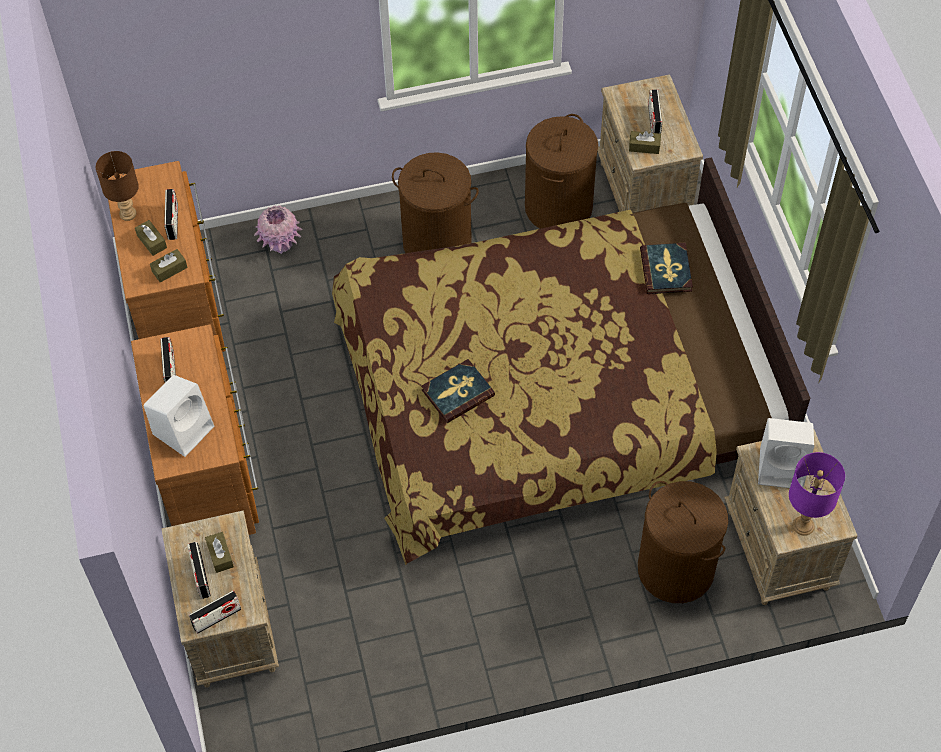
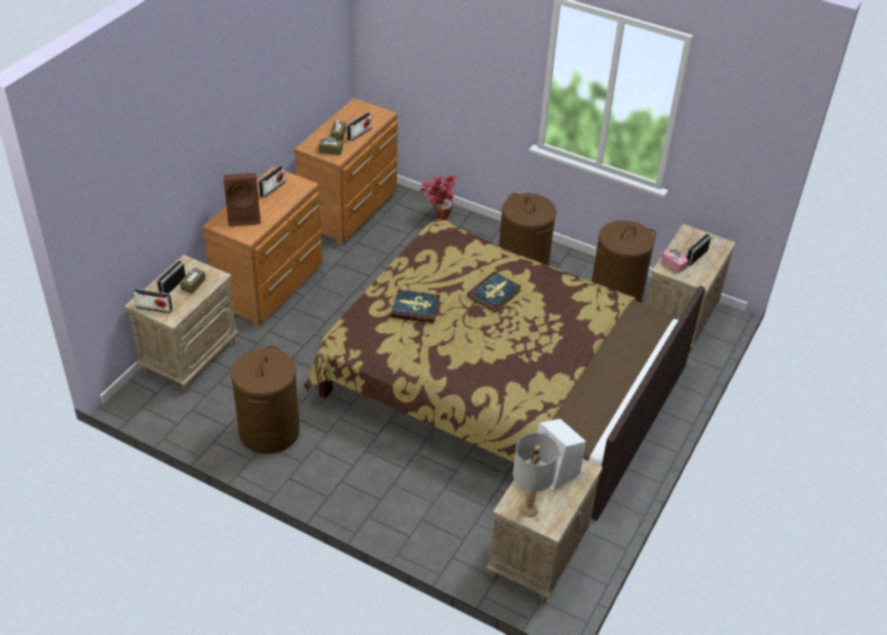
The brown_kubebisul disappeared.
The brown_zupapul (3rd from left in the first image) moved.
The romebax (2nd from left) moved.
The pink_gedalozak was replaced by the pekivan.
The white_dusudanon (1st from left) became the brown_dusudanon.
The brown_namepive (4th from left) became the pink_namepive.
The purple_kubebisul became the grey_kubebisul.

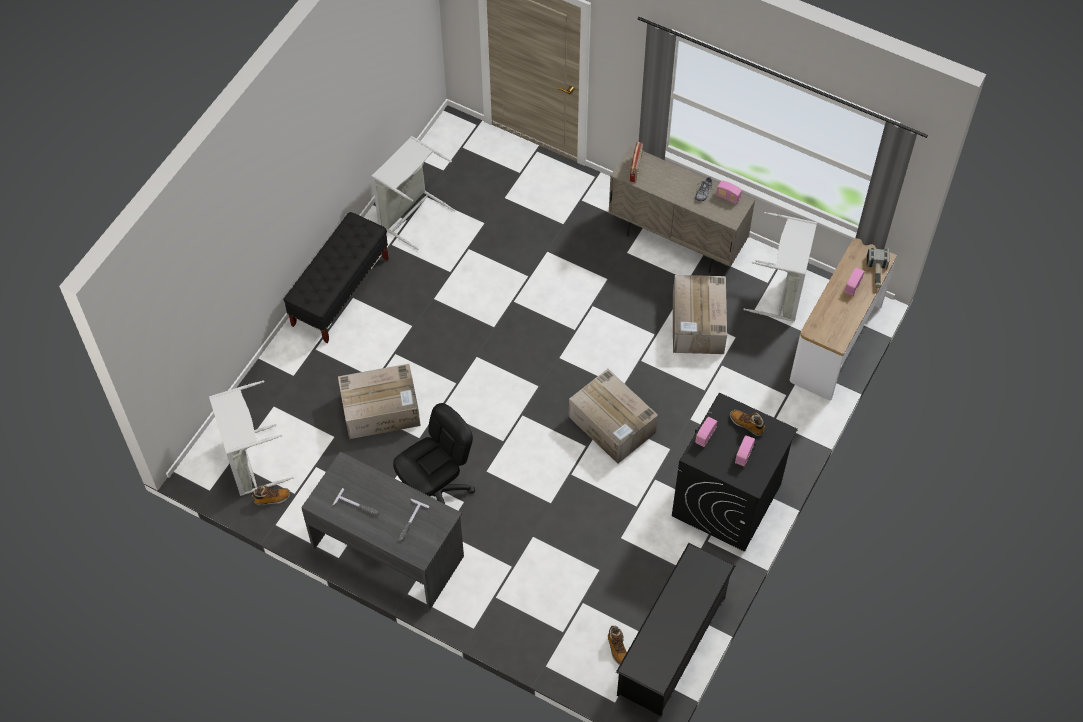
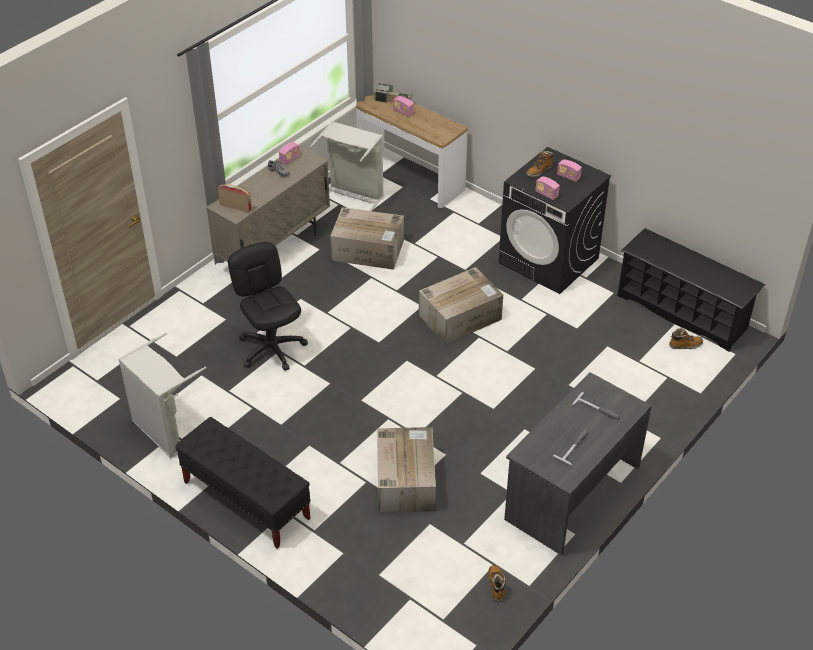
The grey_zupapul (1st from left) disappeared.
The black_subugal moved.

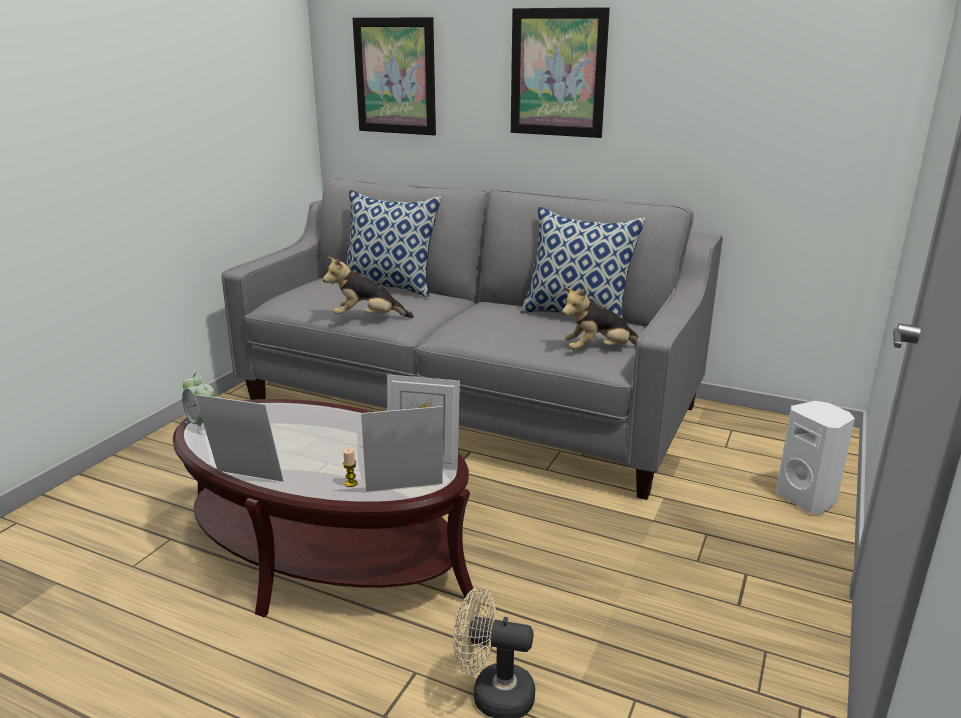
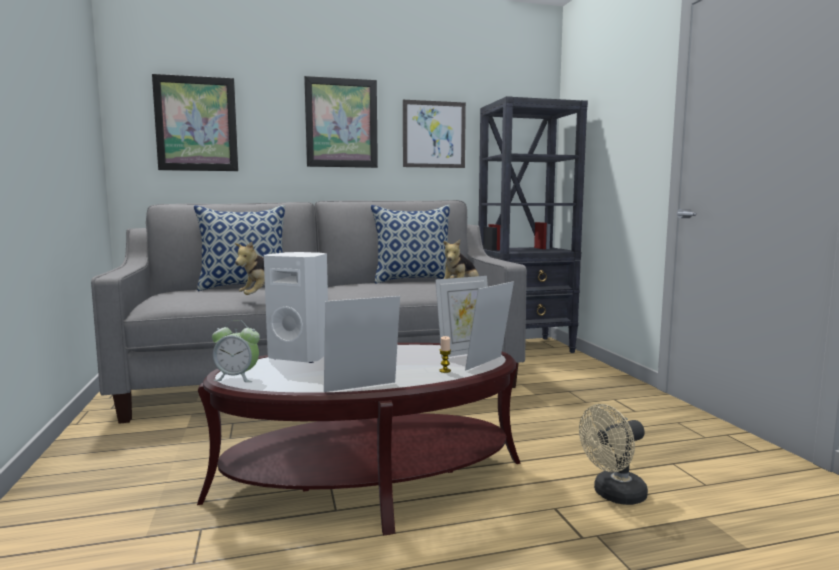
The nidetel (3rd from left) appeared.
The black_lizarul appeared.
The white_dusudanon moved.

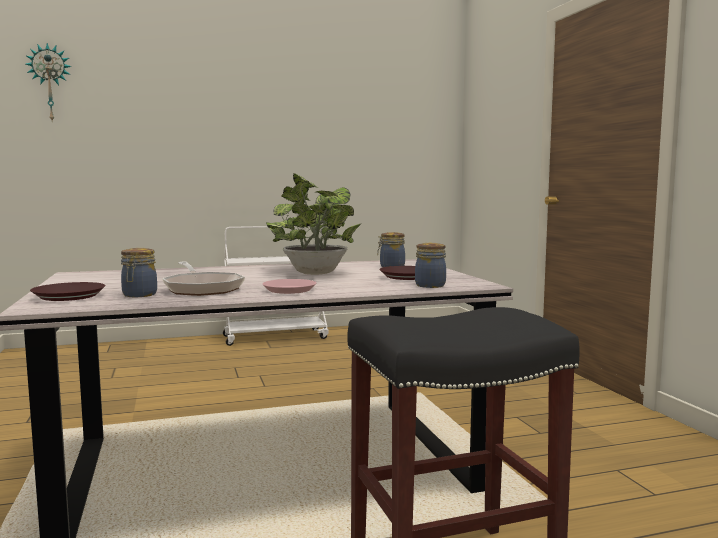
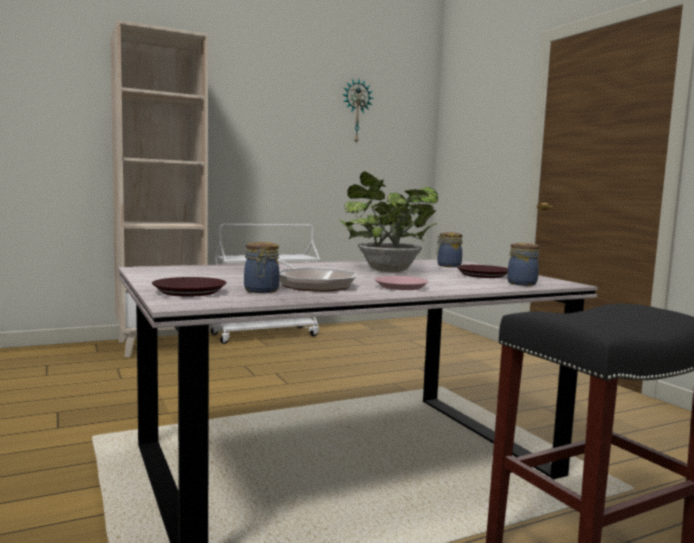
The beige_lizarul appeared.
The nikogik moved.

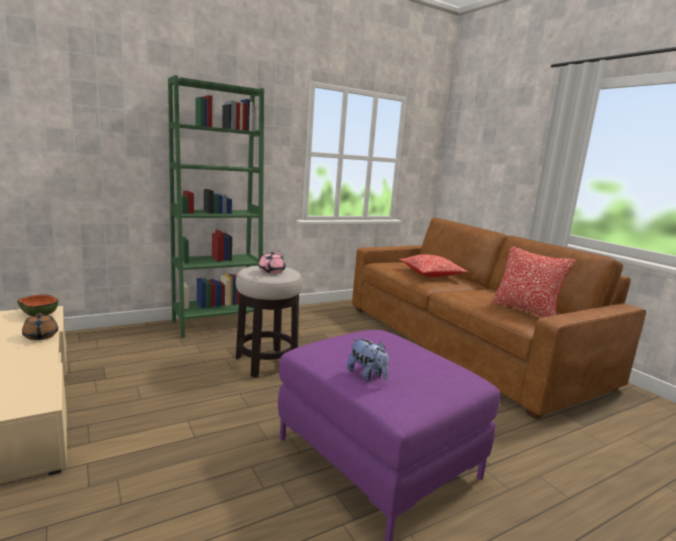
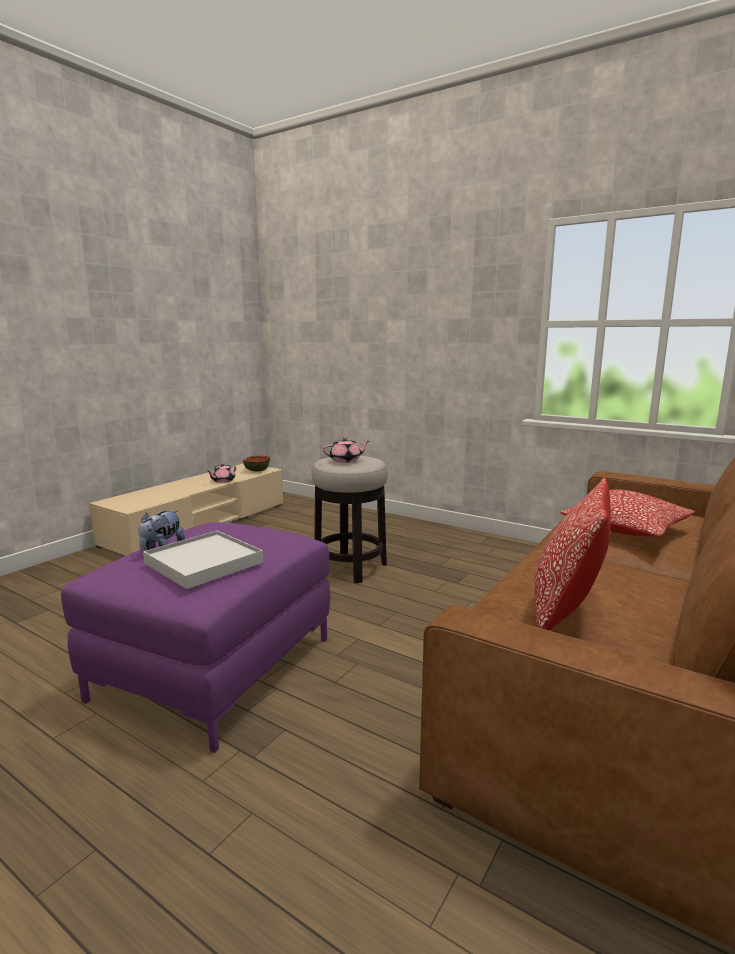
The green_lizarul disappeared.
The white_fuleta appeared.
The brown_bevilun became the pink_bevilun (1st from left).

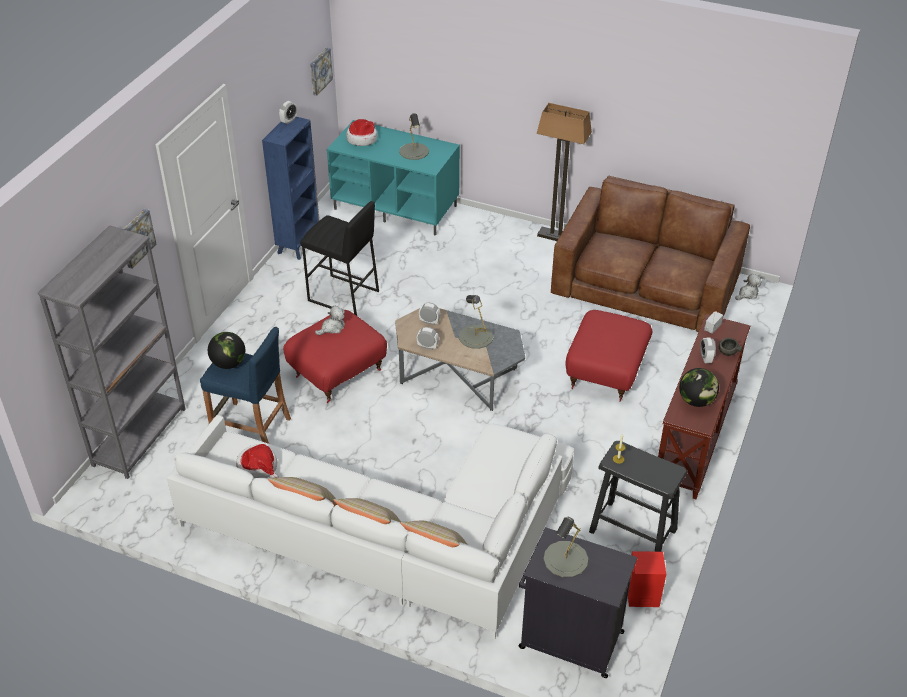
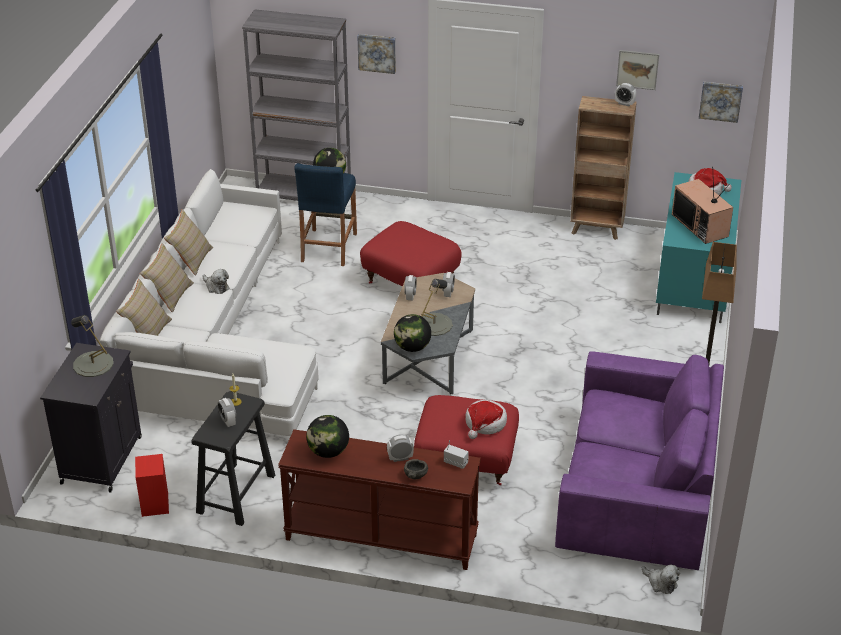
The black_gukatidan (1st from left) disappeared.
The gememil (1st from left) appeared.
The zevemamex (3rd from left) appeared.
The nidetel (2nd from left) appeared.
The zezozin (1st from left) moved.
The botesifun (1st from left) moved.
The grey_kubebisul (1st from left) was replaced by the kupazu.
The blue_lizarul became the brown_lizarul.
The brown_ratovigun became the purple_ratovigun.

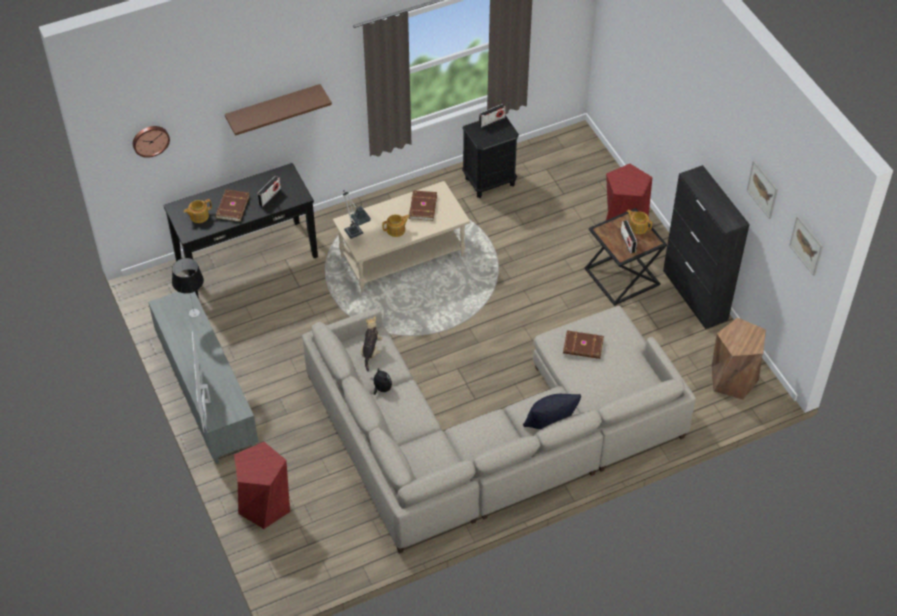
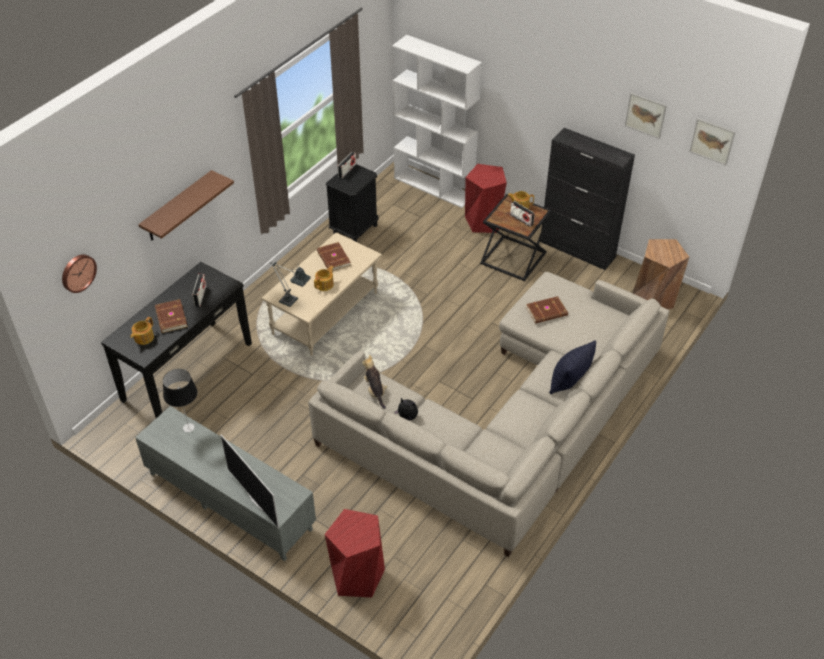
The white_lizarul appeared.

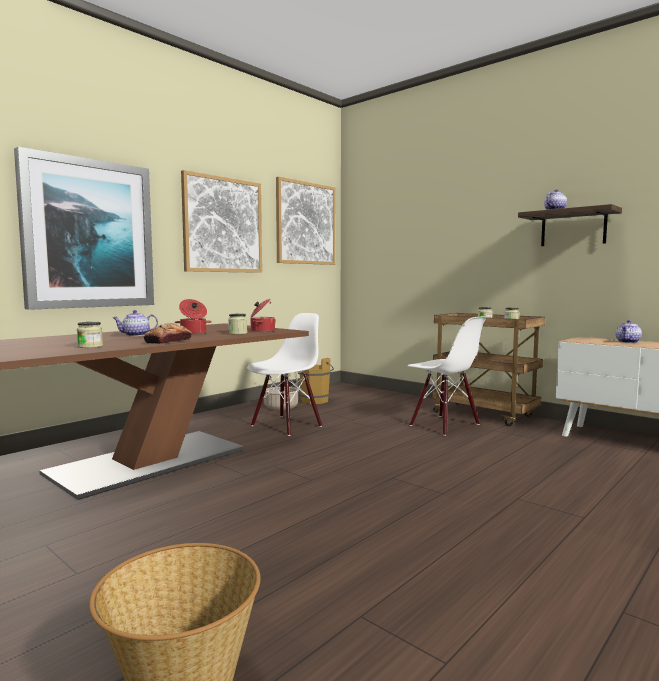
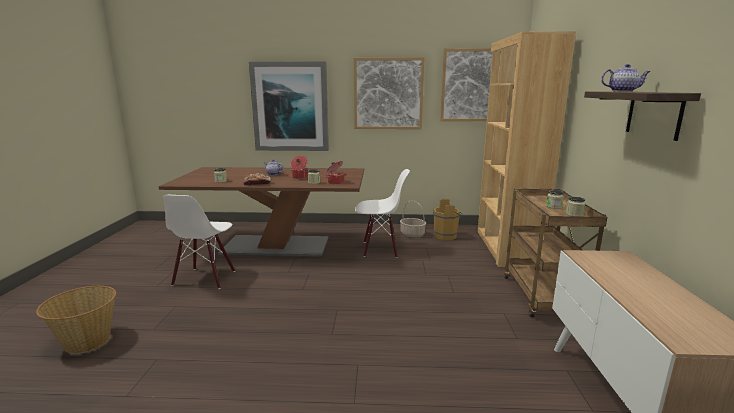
The bevilun (3rd from left) disappeared.
The brown_lizarul appeared.
The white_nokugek (2nd from left in the first image) moved.

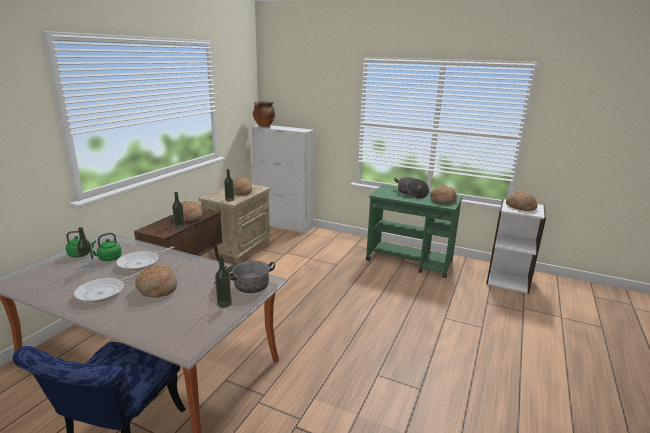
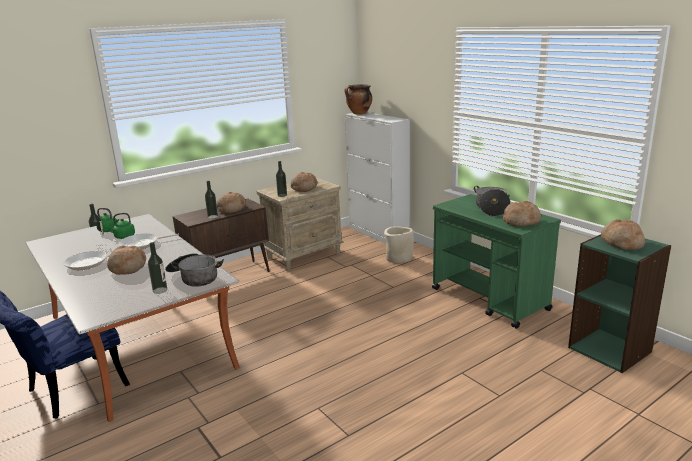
The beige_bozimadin appeared.
The white_lizarul became the green_lizarul.

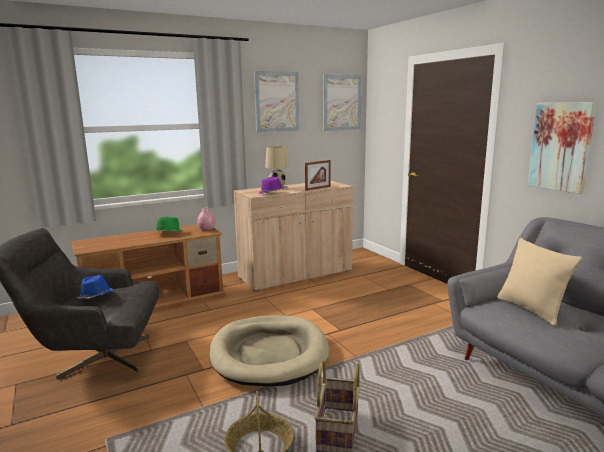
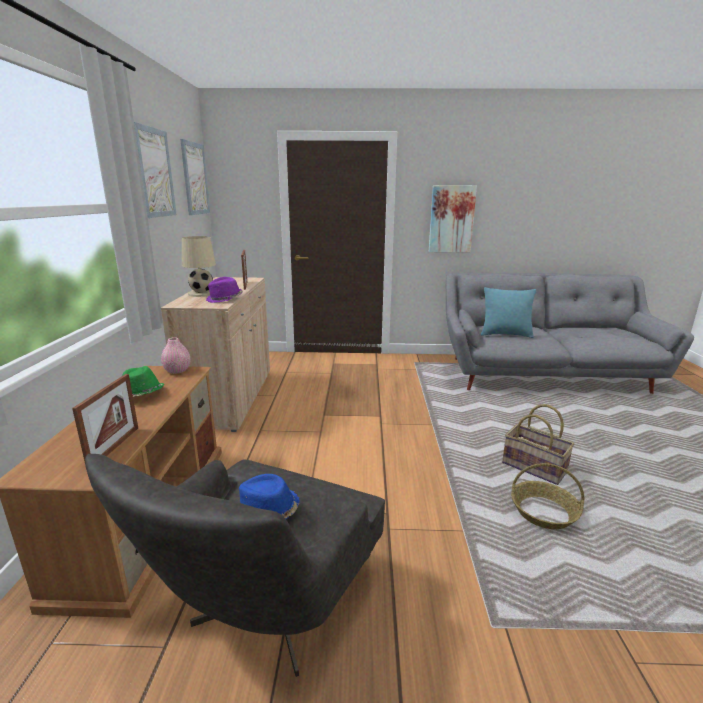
The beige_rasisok disappeared.
The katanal (1st from left) appeared.
The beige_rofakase became the turquoise_rofakase.

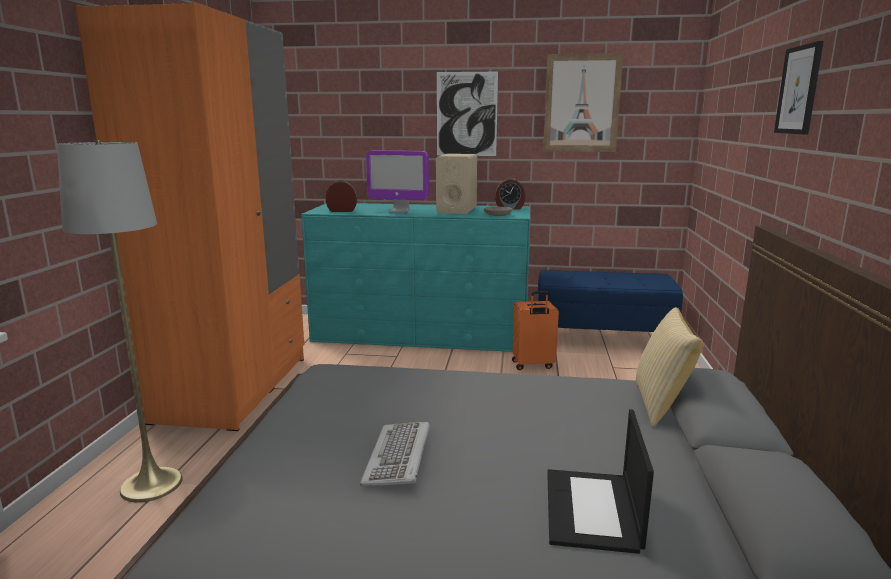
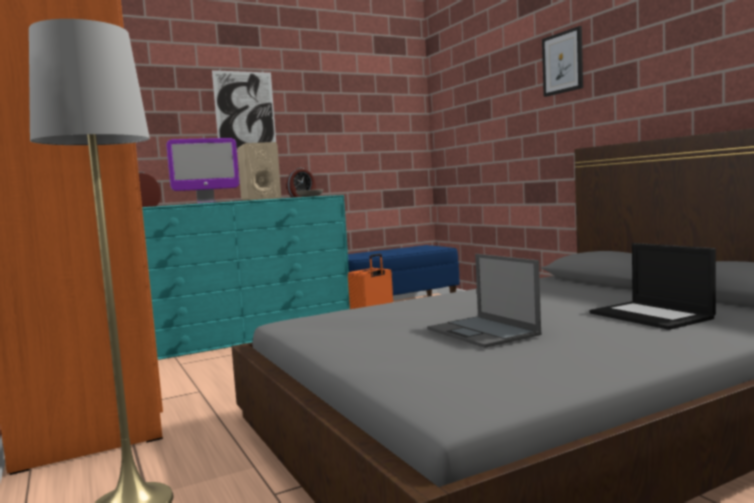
The nidetel (2nd from left) disappeared.
The rofakase disappeared.
The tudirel was replaced by the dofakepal (1st from left).

